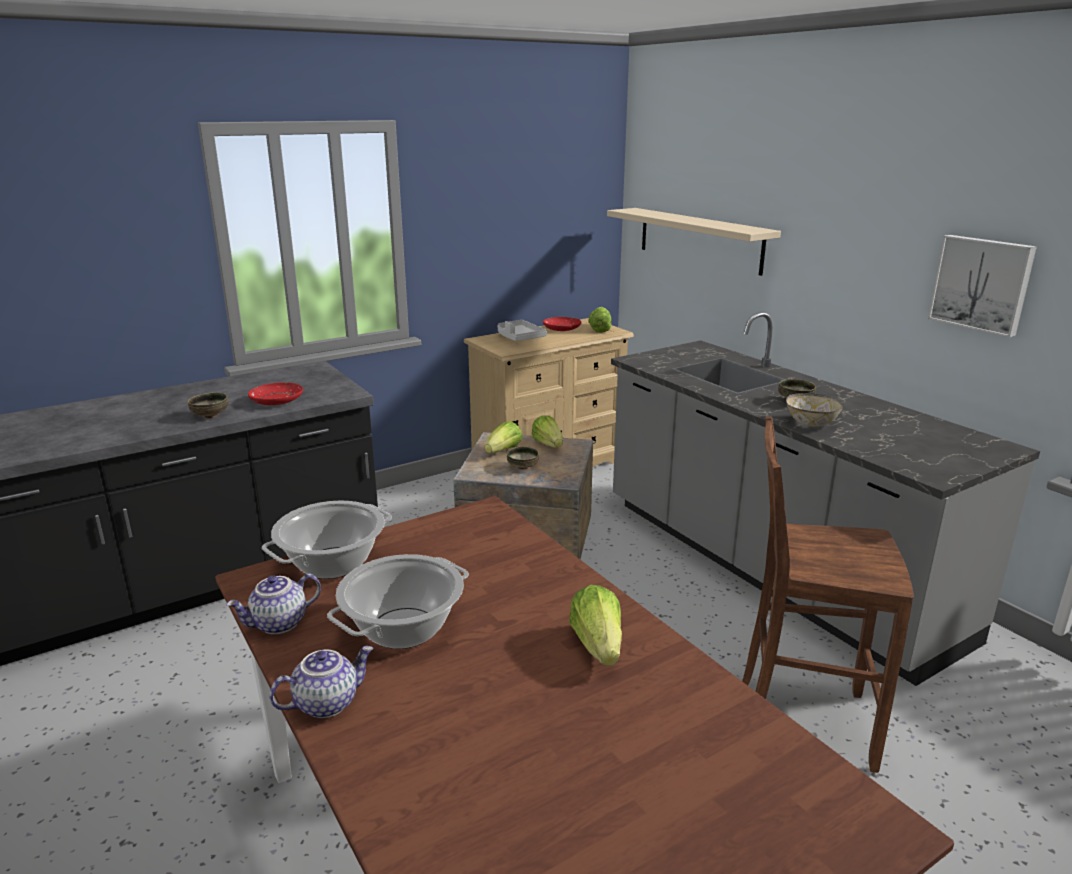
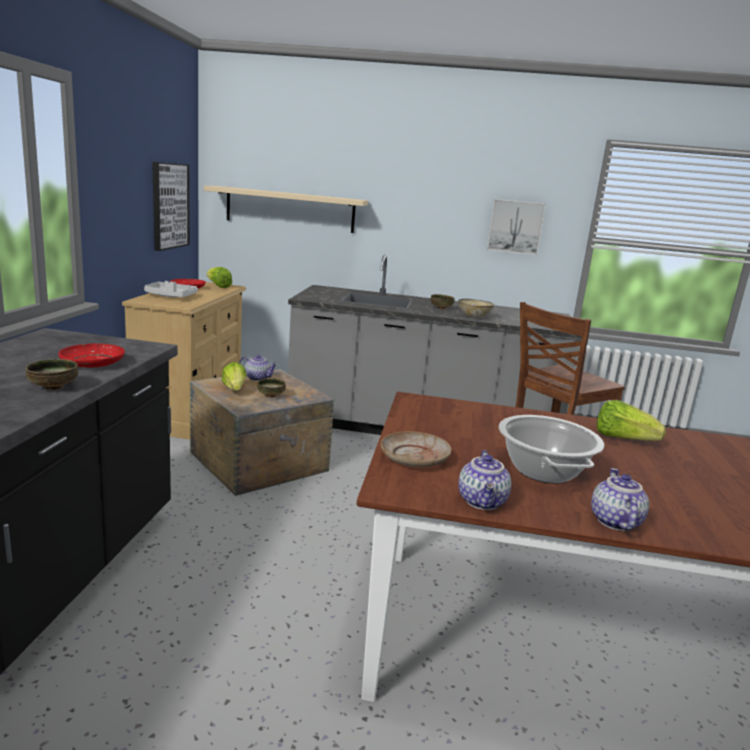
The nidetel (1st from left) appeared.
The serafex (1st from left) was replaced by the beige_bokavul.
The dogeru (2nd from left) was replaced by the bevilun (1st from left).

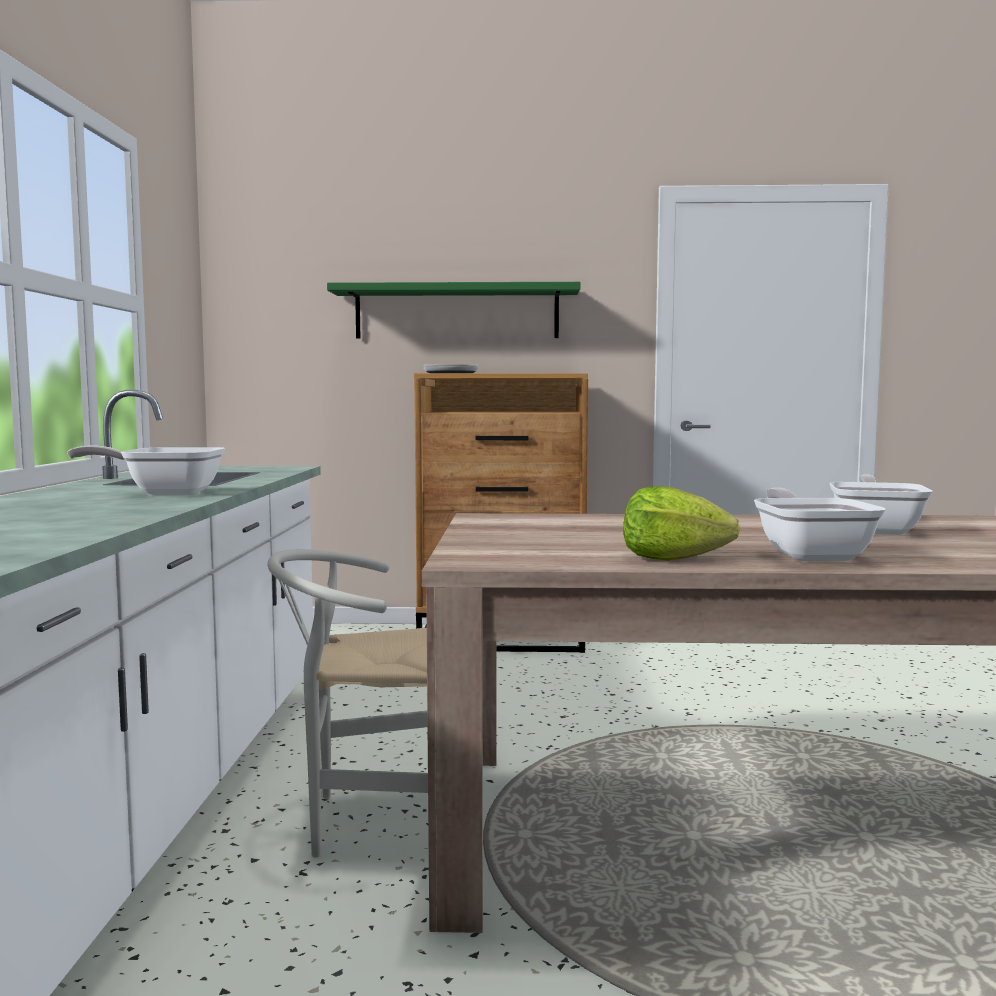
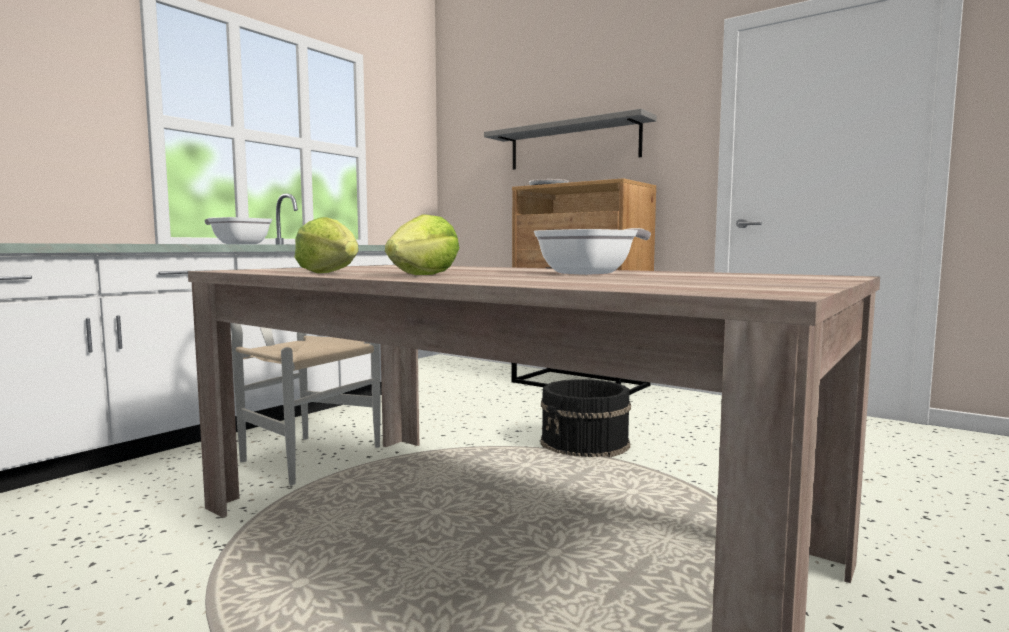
The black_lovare appeared.
The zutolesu (3rd from left) was replaced by the dogeru (2nd from left).
The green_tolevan became the grey_tolevan.

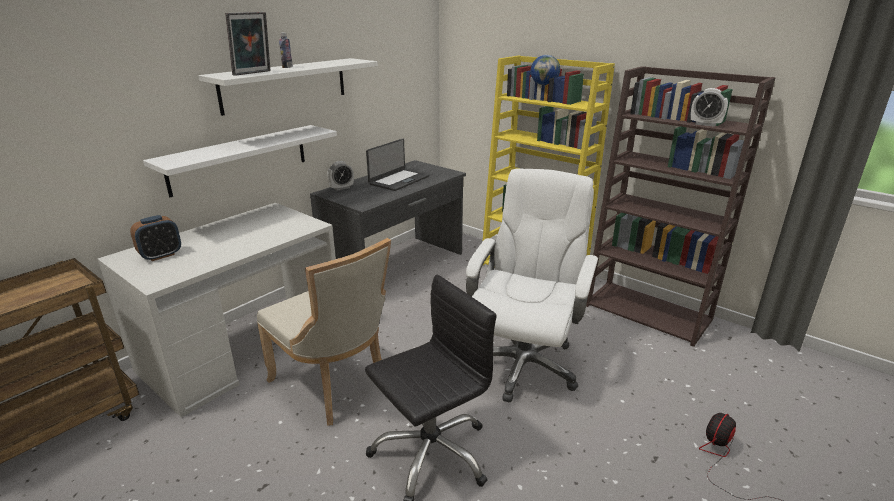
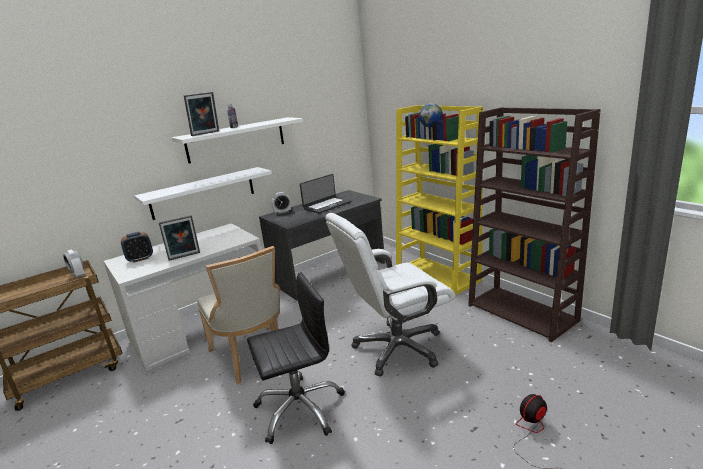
The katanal (1st from left) appeared.
The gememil (3rd from left in the first image) moved.
The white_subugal turned 150 degrees counterclockwise.

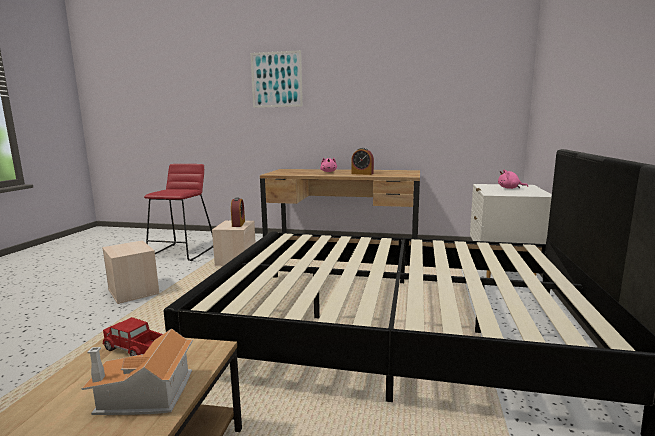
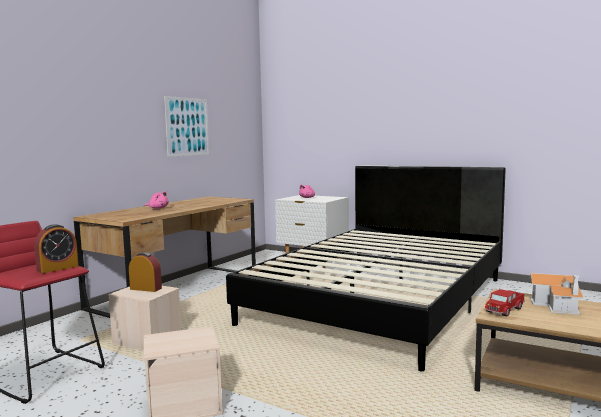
The nidetel moved.
The gememil (2nd from left in the first image) moved.

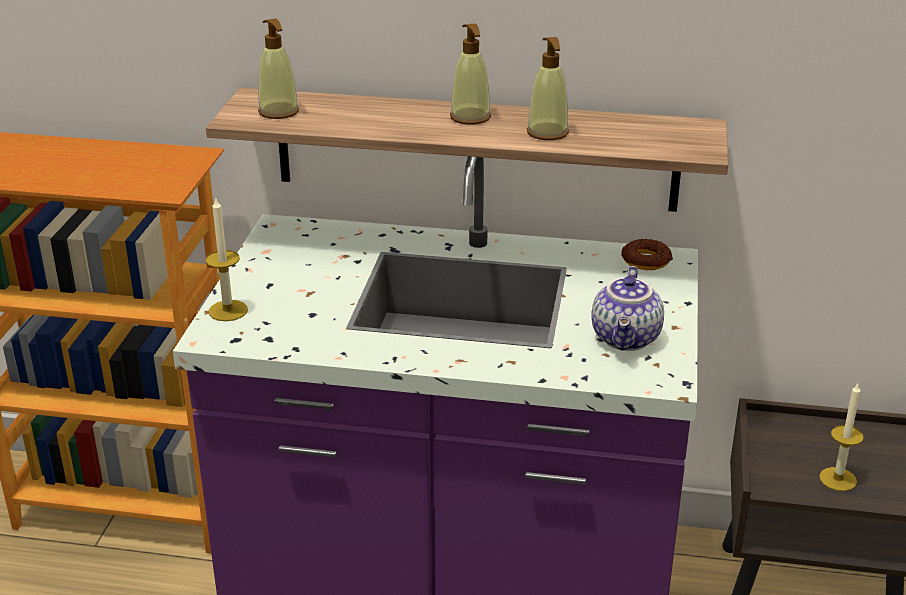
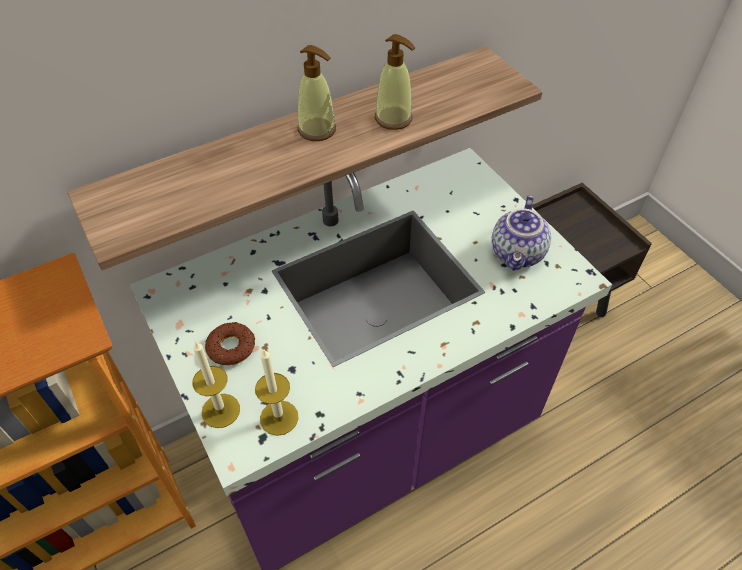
The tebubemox (1st from left) disappeared.
The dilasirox moved.
The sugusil (2nd from left) moved.
The bevilun turned 45 degrees clockwise.

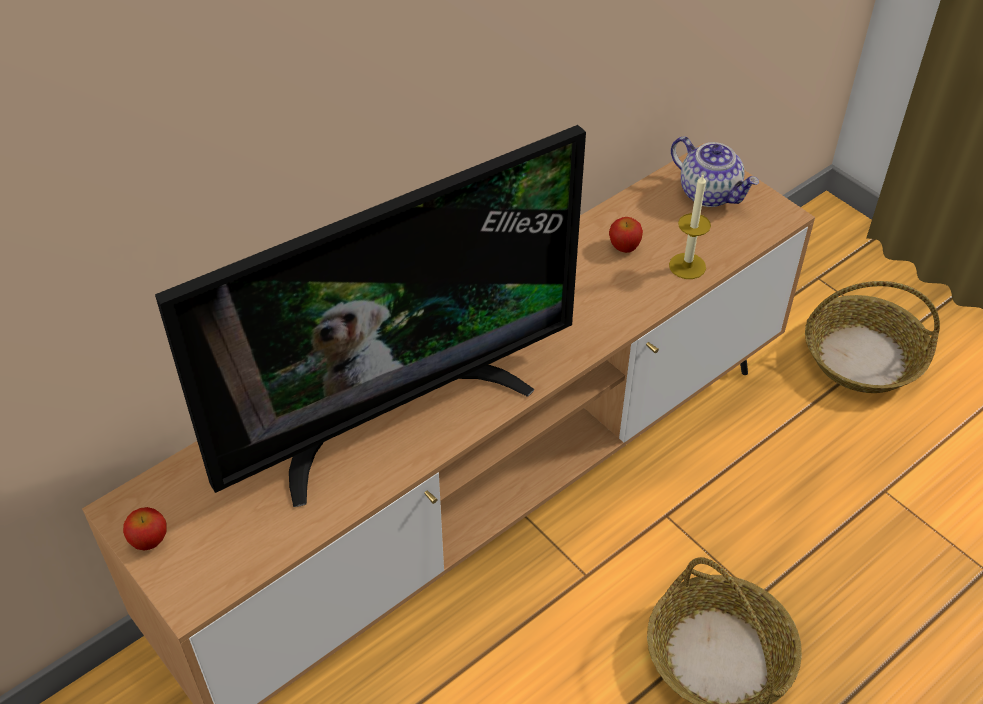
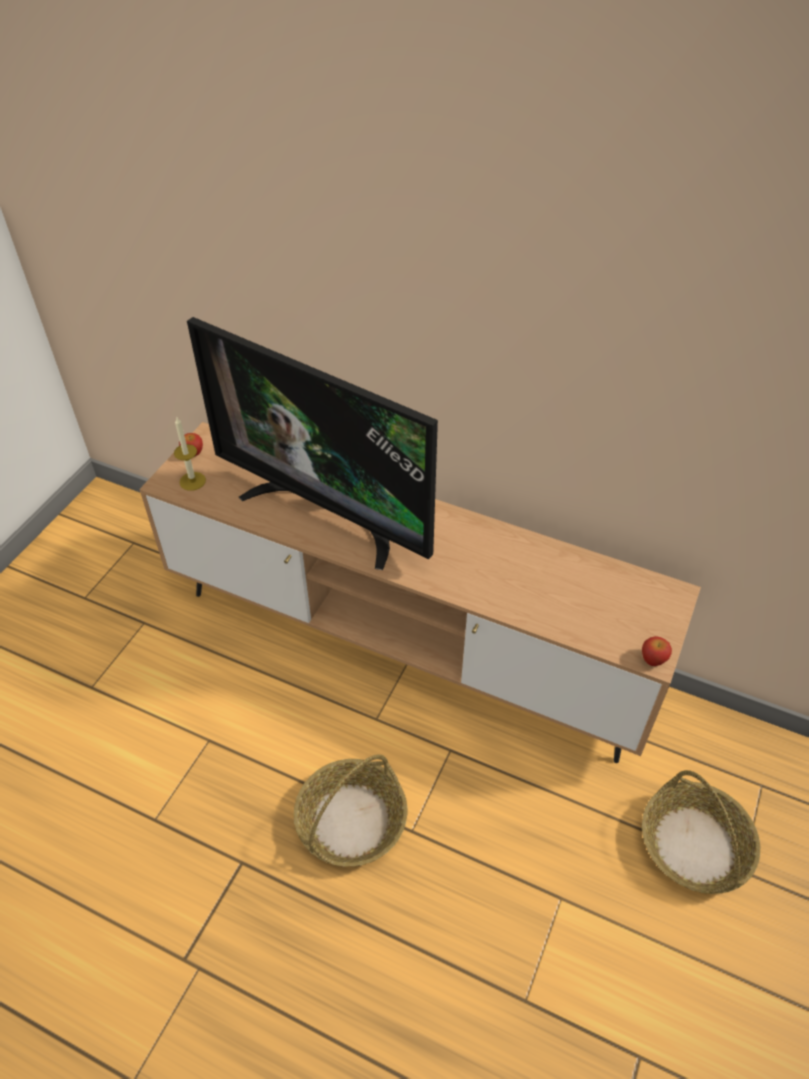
The bevilun disappeared.
The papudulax (2nd from left) moved.
The sugusil moved.

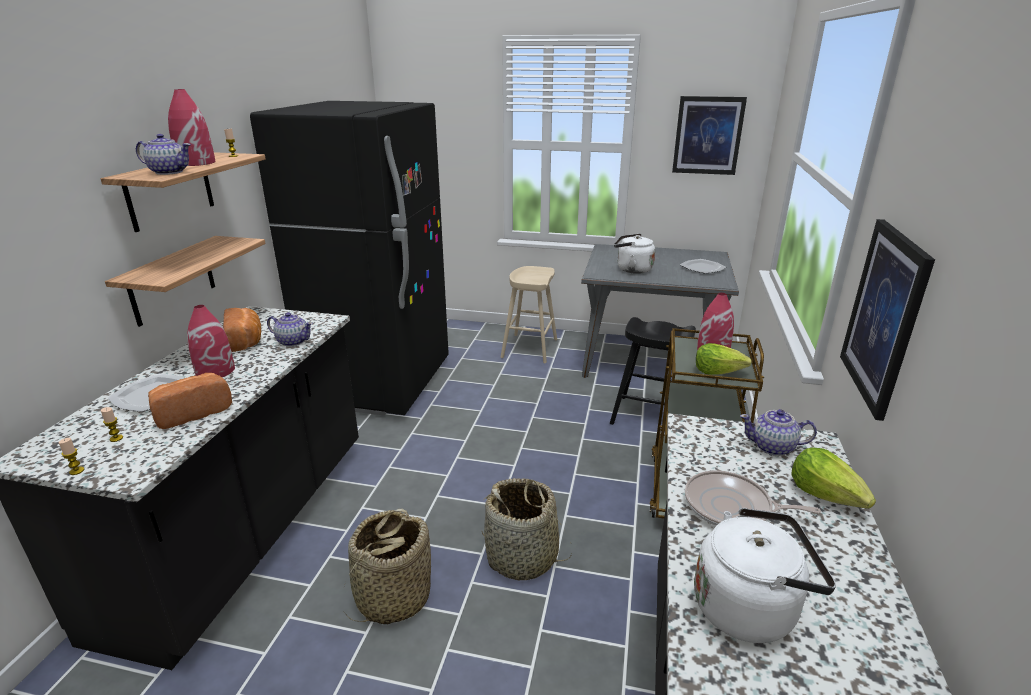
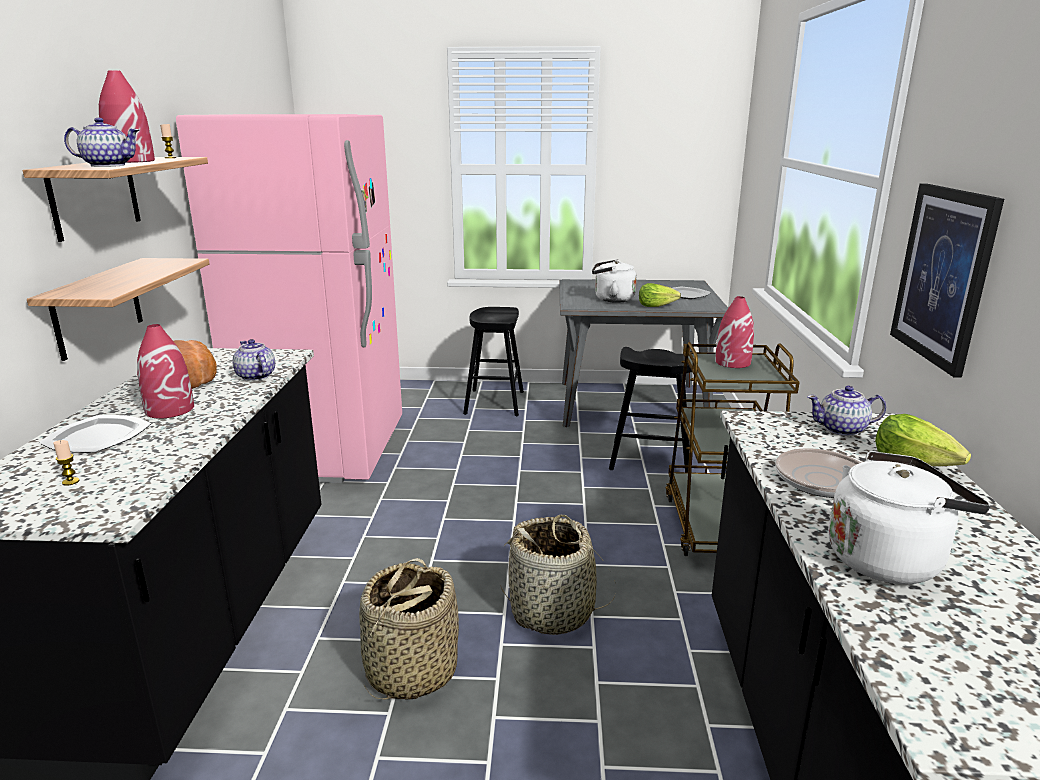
The sugusil (1st from left) disappeared.
The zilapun (1st from left) disappeared.
The nidetel (1st from left) disappeared.
The dogeru (1st from left) moved.
The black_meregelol became the pink_meregelol.
The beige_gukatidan became the black_gukatidan (1st from left).
The bevilun (2nd from left) turned 135 degrees counterclockwise.

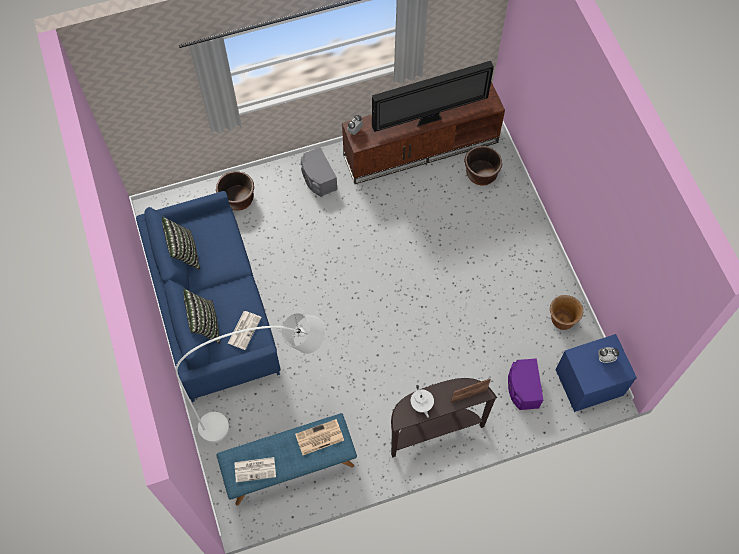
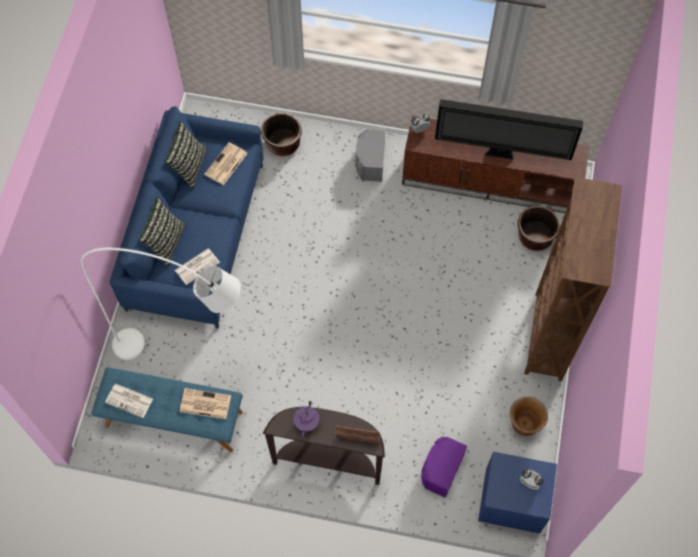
The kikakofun (4th from left) appeared.
The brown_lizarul appeared.
The white_bevilun became the purple_bevilun.

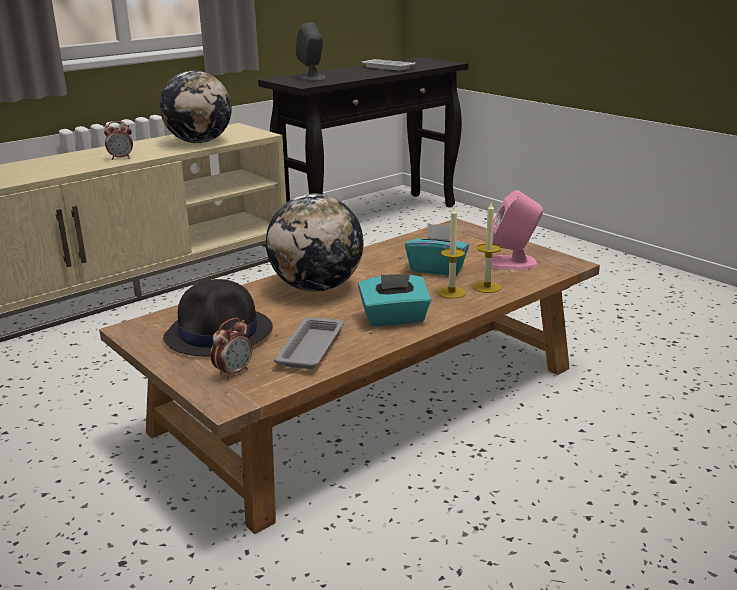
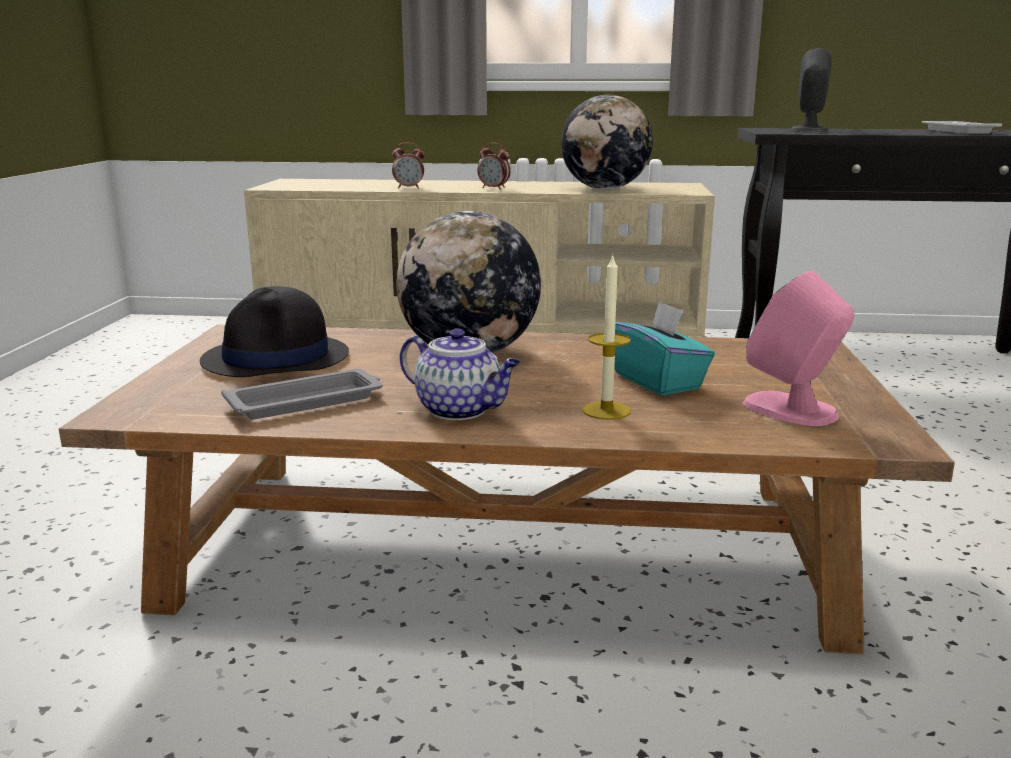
The sugusil (2nd from left) disappeared.
The gememil (2nd from left in the first image) moved.
The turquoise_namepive (1st from left) was replaced by the bevilun.

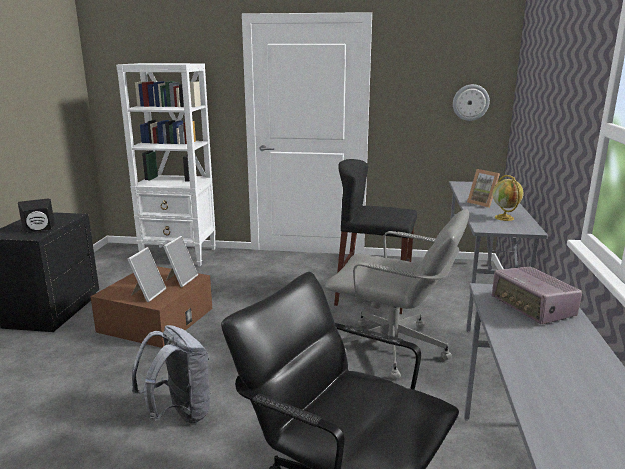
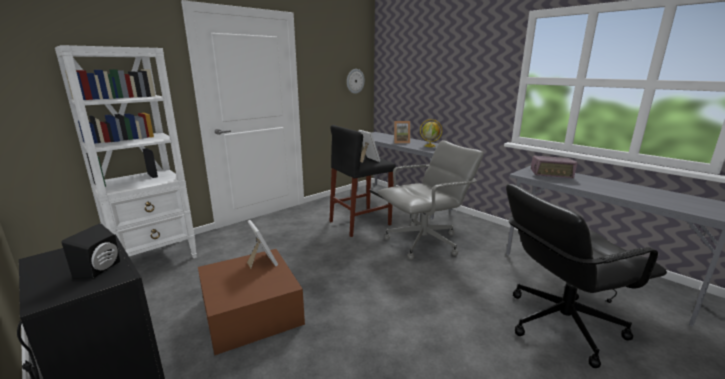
The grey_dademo disappeared.
The katanal (1st from left in the first image) moved.

